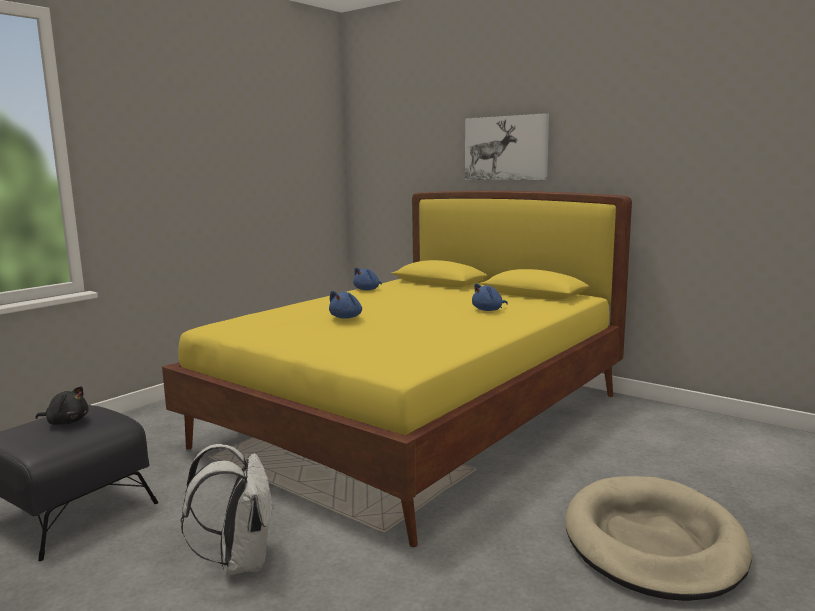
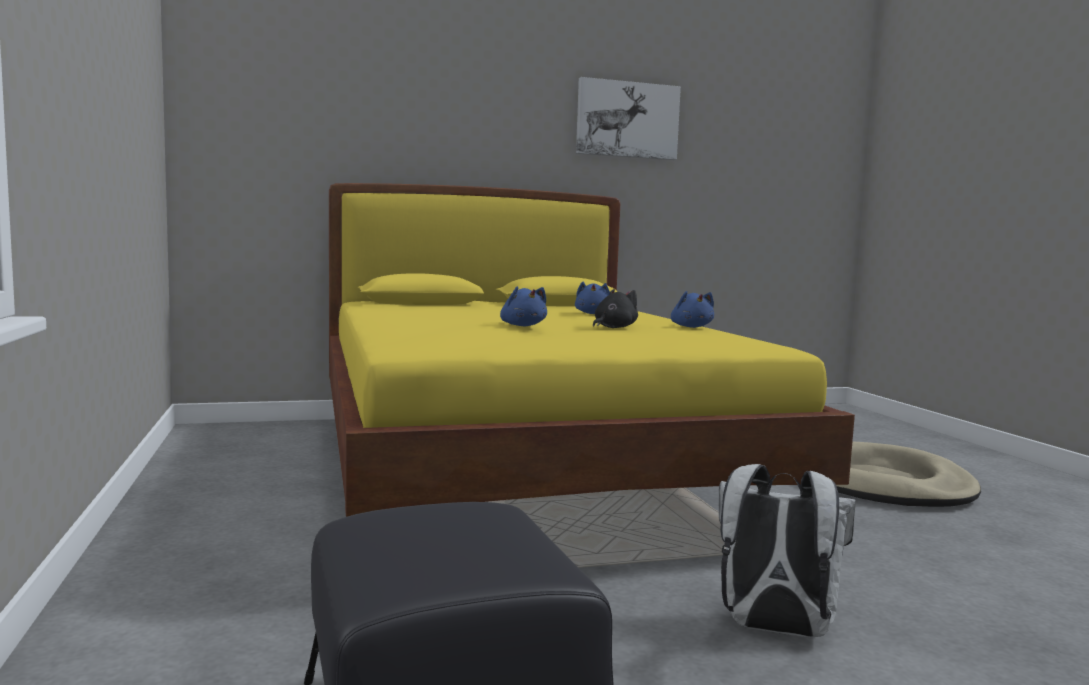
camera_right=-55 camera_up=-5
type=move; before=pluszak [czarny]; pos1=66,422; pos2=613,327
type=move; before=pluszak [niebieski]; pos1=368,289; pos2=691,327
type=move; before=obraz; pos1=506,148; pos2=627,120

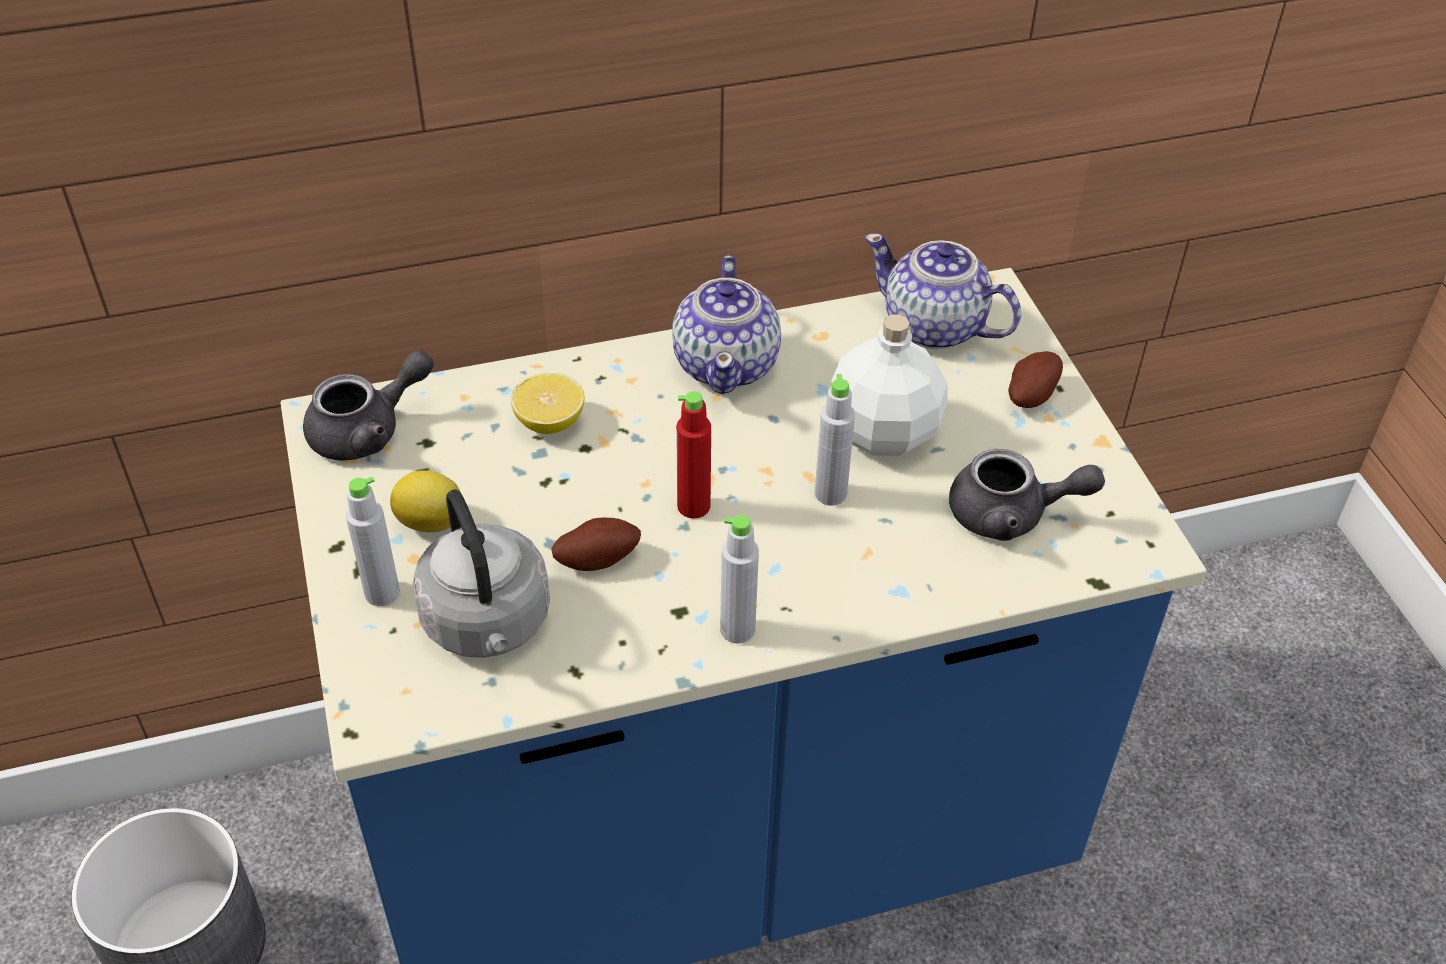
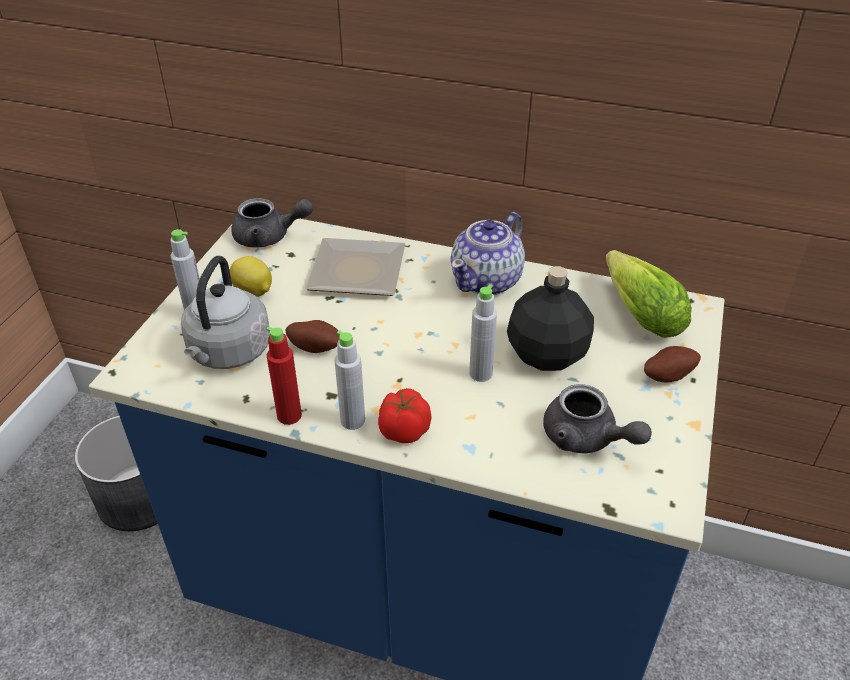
camera_right=35 camera_up=-5
type=replace; before=cytryna; after=talerz; pos1=550,423; pos2=361,270
type=move; before=butelka [czerwony]; pos1=693,506; pos2=289,415
type=recolor; before=butelka [biały]; after=butelka [czarny]; pos1=883,433; pos2=546,355
type=replace; before=imbryk; after=sałata; pos1=934,327; pos2=637,311
type=insert; after=pomidor; pos2=403,431

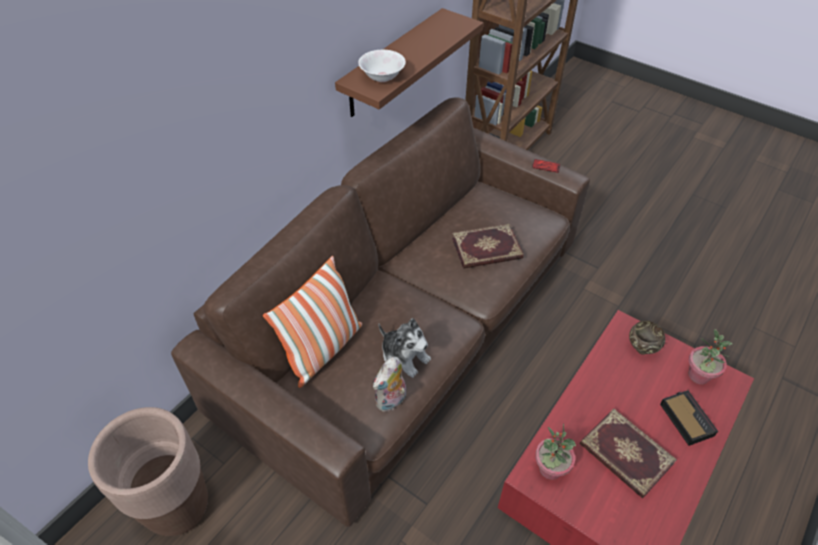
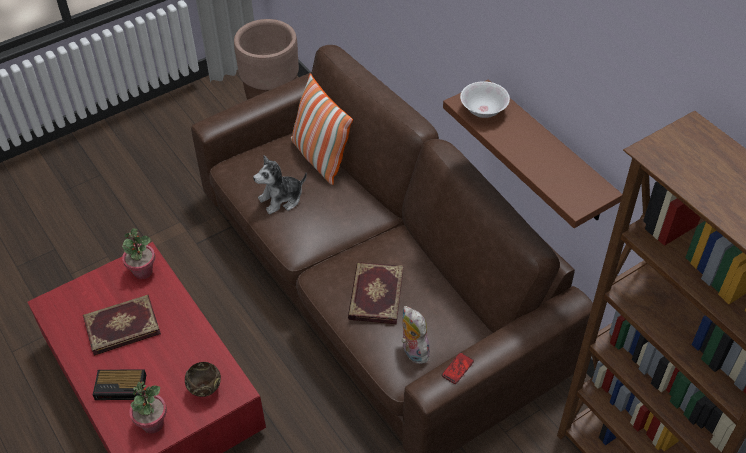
camera_right=110 camera_up=0
type=move; before=pluszak; pos1=391,401; pos2=413,351

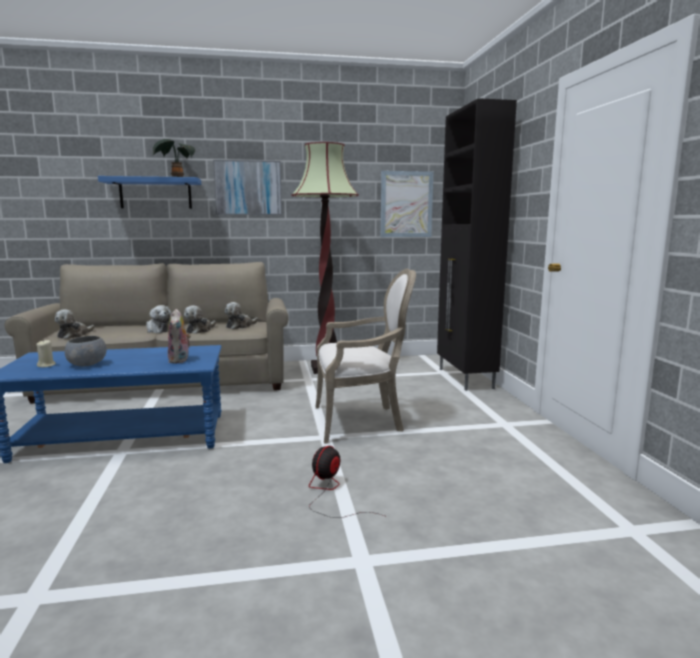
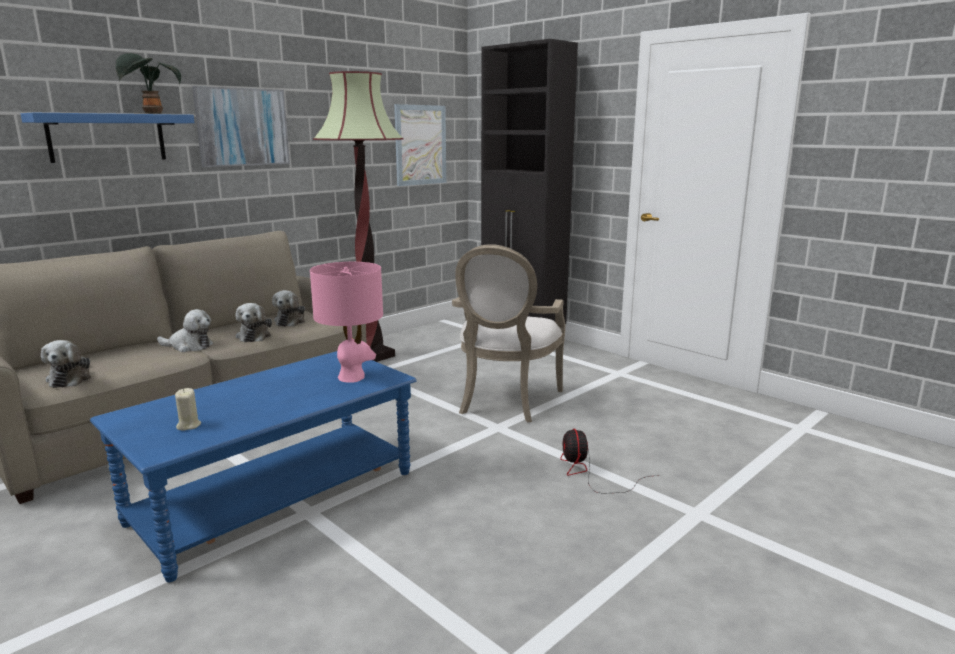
camera_right=-35 camera_up=5
type=delete; before=miska [szary]; pos1=86,364
type=replace; before=pluszak; after=lampa stołowa [różowy]; pos1=180,360; pos2=352,377
type=rotate; before=fotel; pos1=362,421; pos2=503,402; turn=150

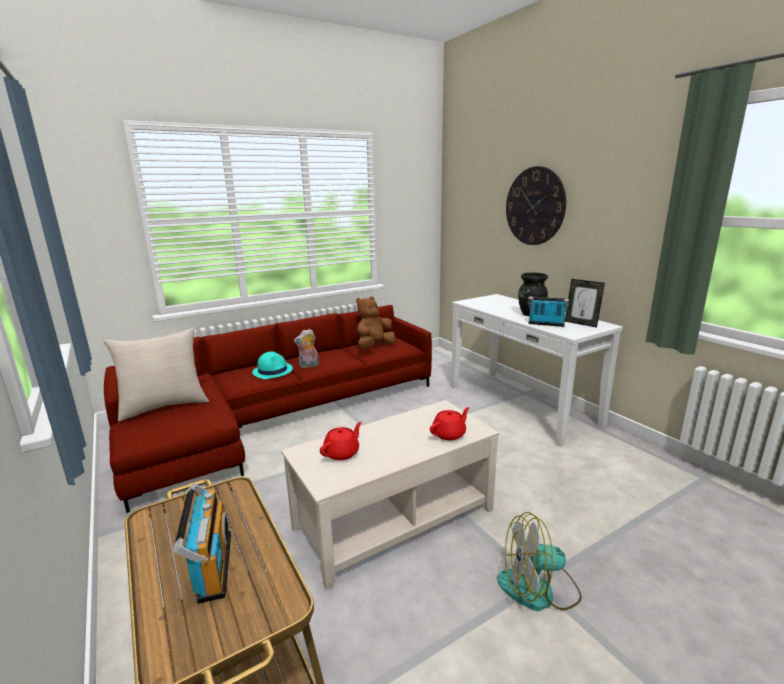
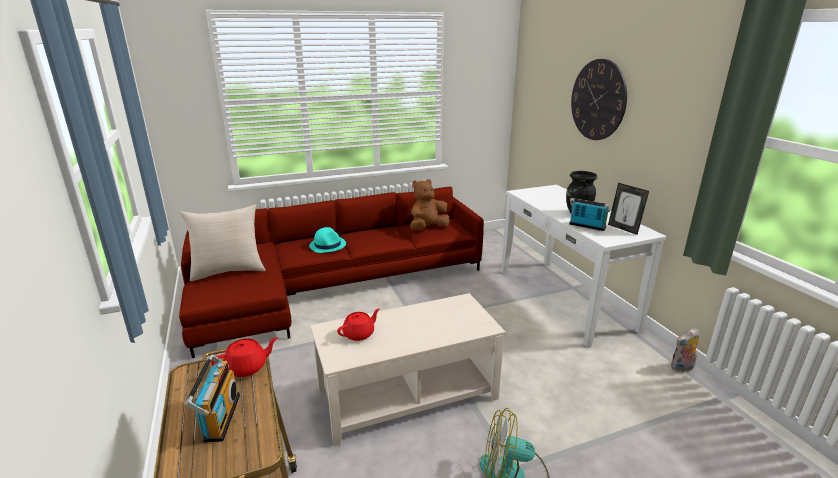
camera_right=10 camera_up=5
type=move; before=pluszak; pos1=308,366; pos2=682,368
type=move; before=imbryk [czerwony]; pos1=449,434; pos2=247,367

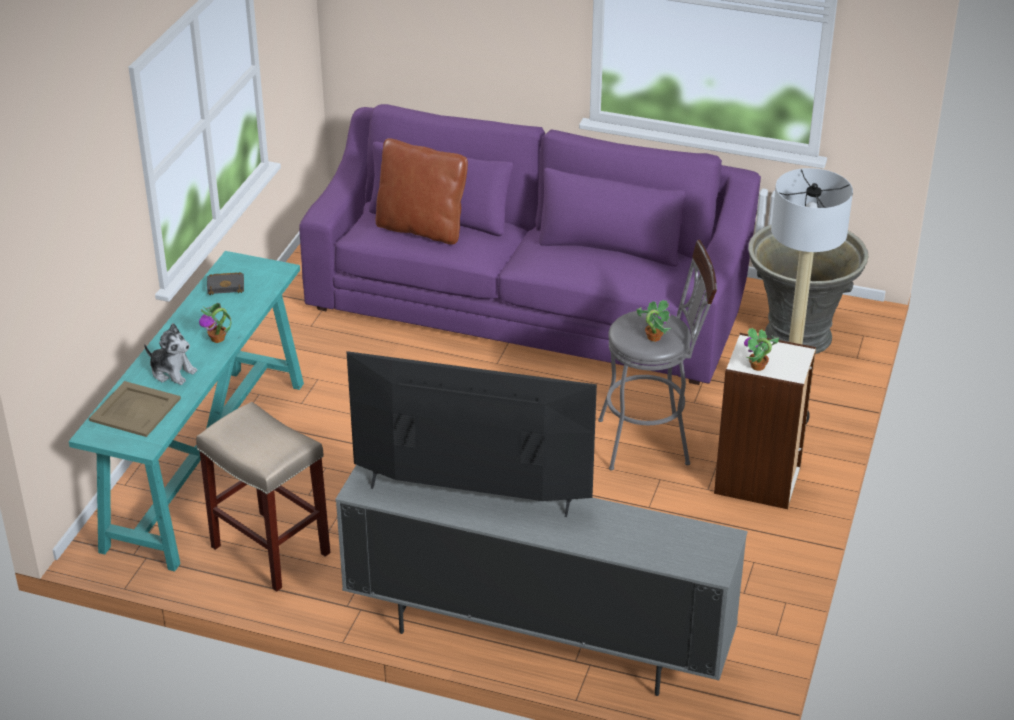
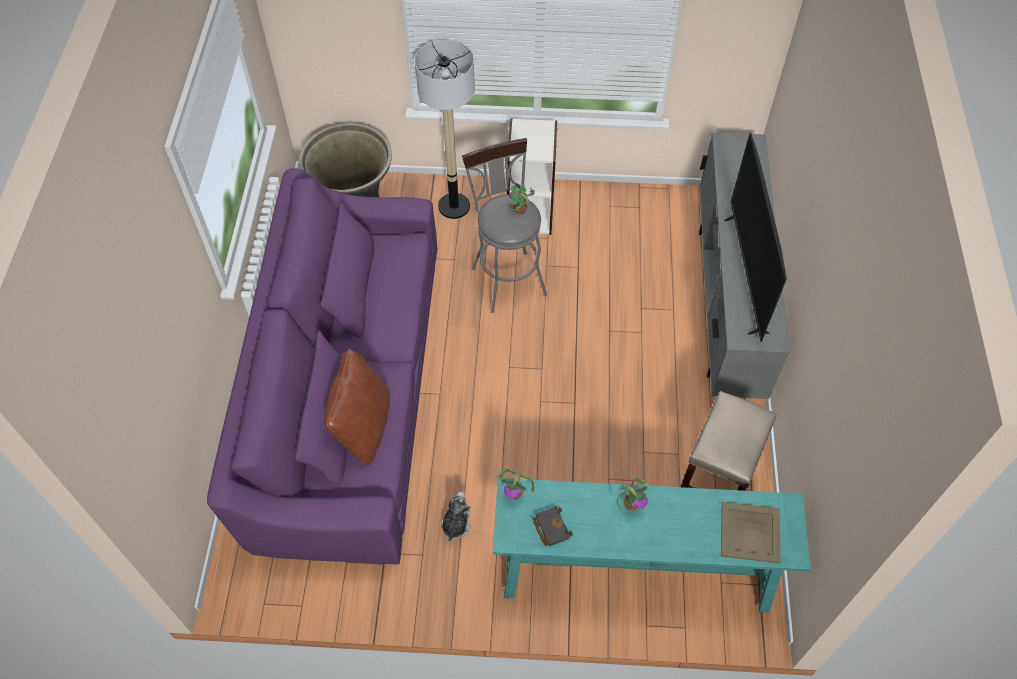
camera_right=-105 camera_up=20
type=move; before=pluszak; pos1=172,372; pos2=455,524
type=move; before=roślina doniczkowa; pos1=757,367; pos2=515,493

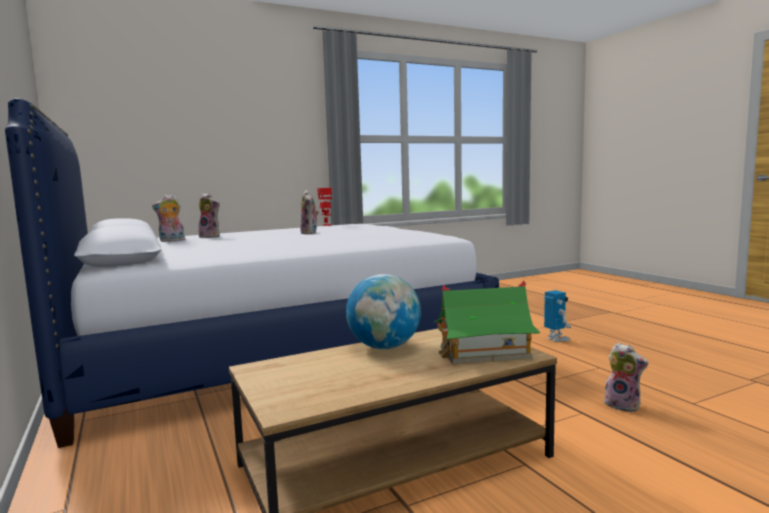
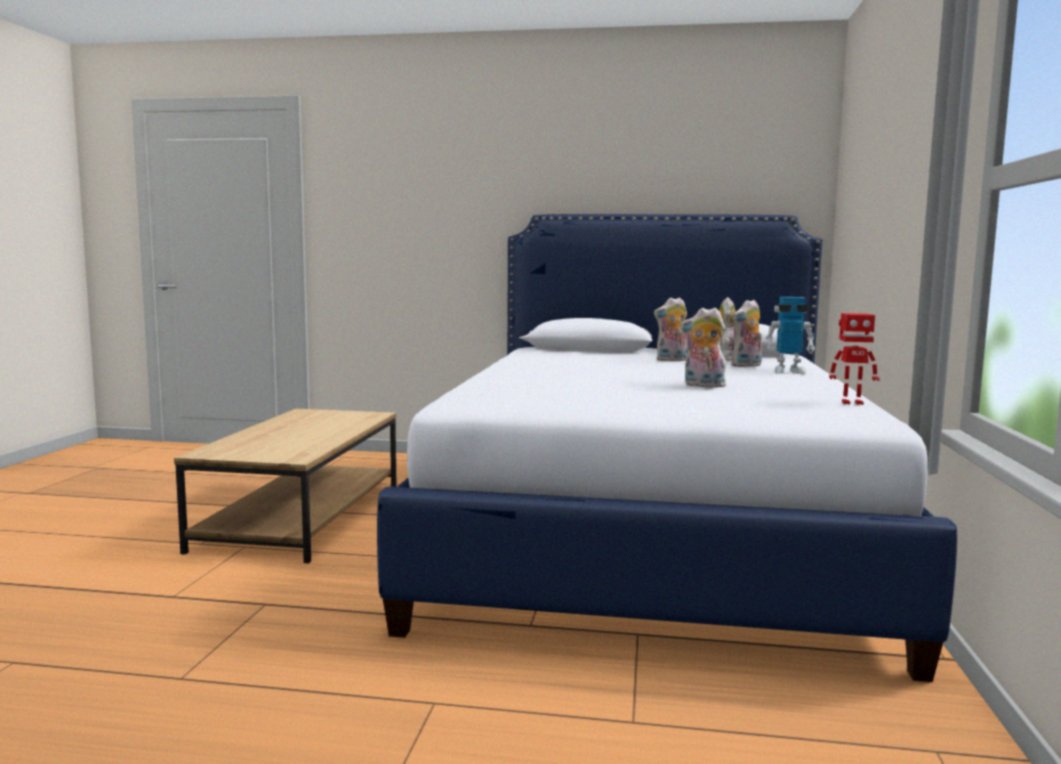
camera_right=125 camera_up=0
type=delete; before=globus; pos1=384,347
type=delete; before=domek; pos1=483,352
type=move; before=robot zabawkowy; pos1=556,339; pos2=788,371
type=move; before=pluszak; pos1=623,405; pos2=671,360

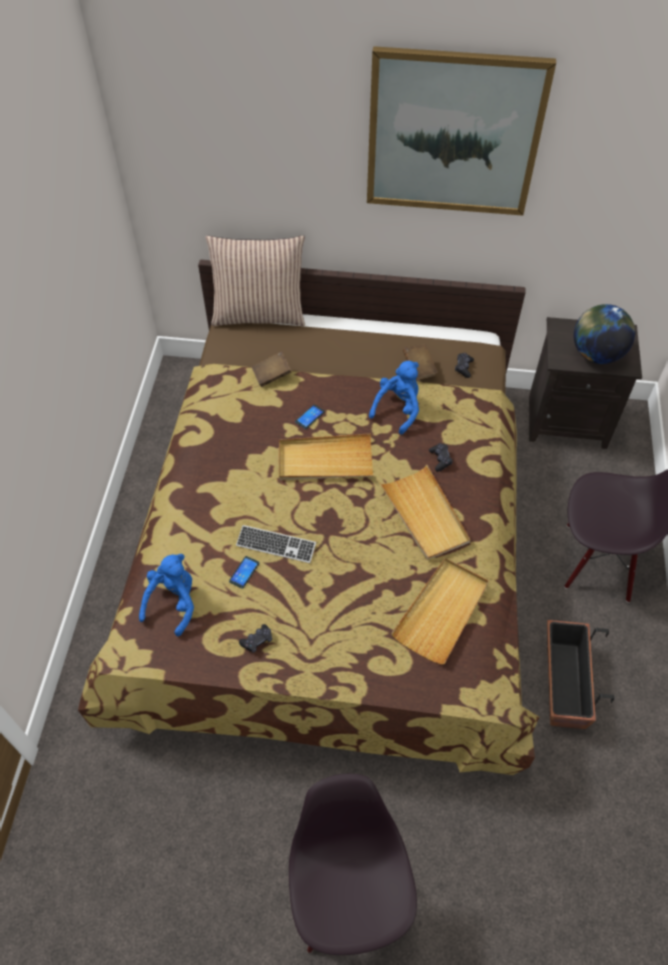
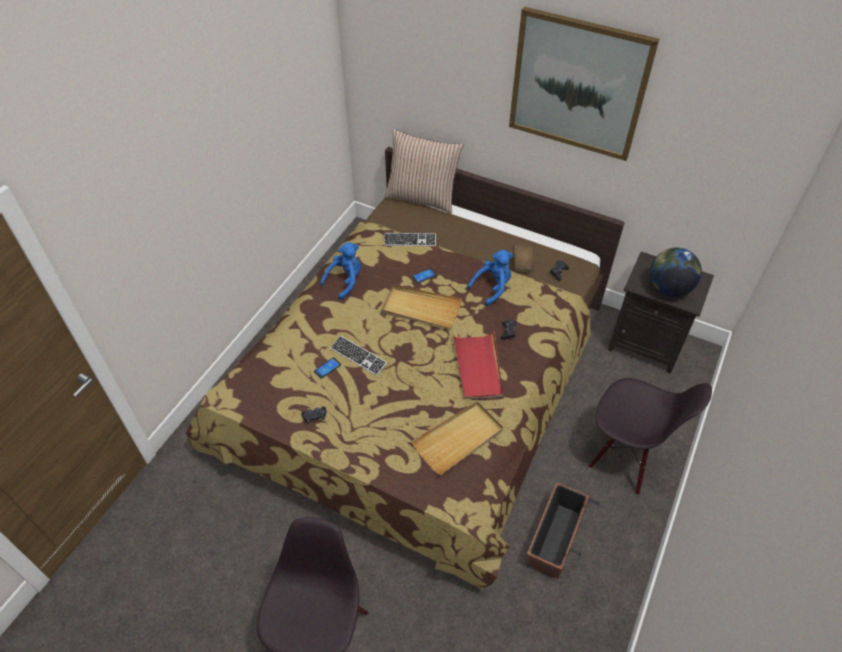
camera_right=20 camera_up=-5
type=move; before=pluszak [niebieski]; pos1=173,602; pos2=345,281
type=replace; before=książka [brązowy]; after=klawiatura; pos1=271,375; pos2=410,240
type=recolor; before=taca [beżowy]; after=taca [czerwony]; pos1=425,515; pos2=478,367

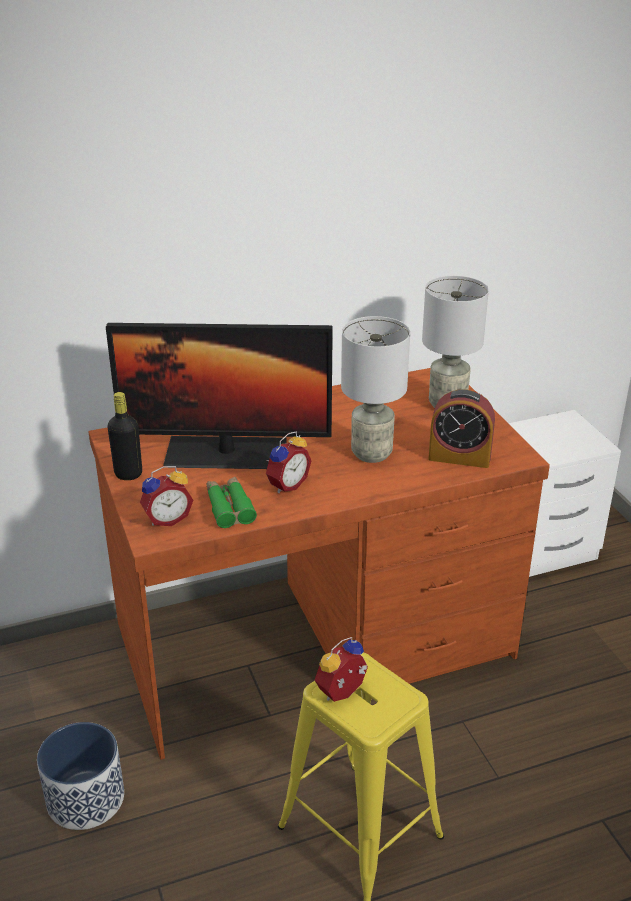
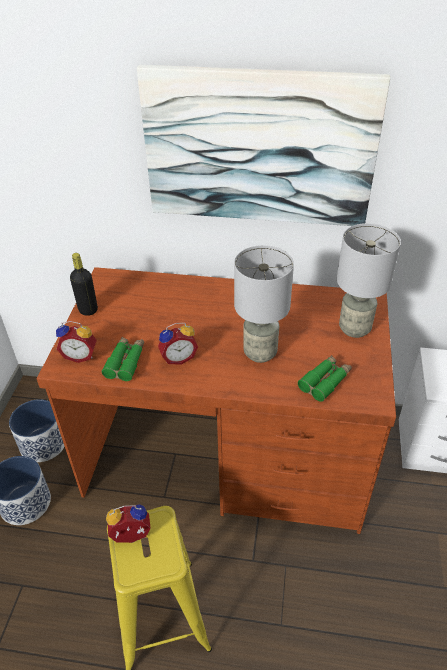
camera_right=30 camera_up=10
type=delete; before=monitor; pos1=226,453
type=replace; before=budzik; after=lornetka [zielony]; pos1=459,457; pos2=325,381
type=insert; after=donica; pos2=43,444
type=insert; after=obraz; pos2=259,148

